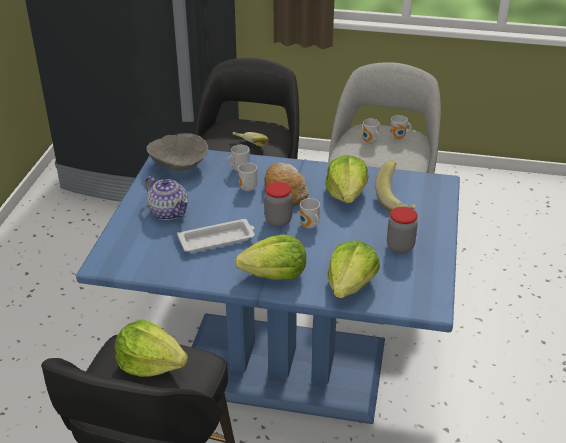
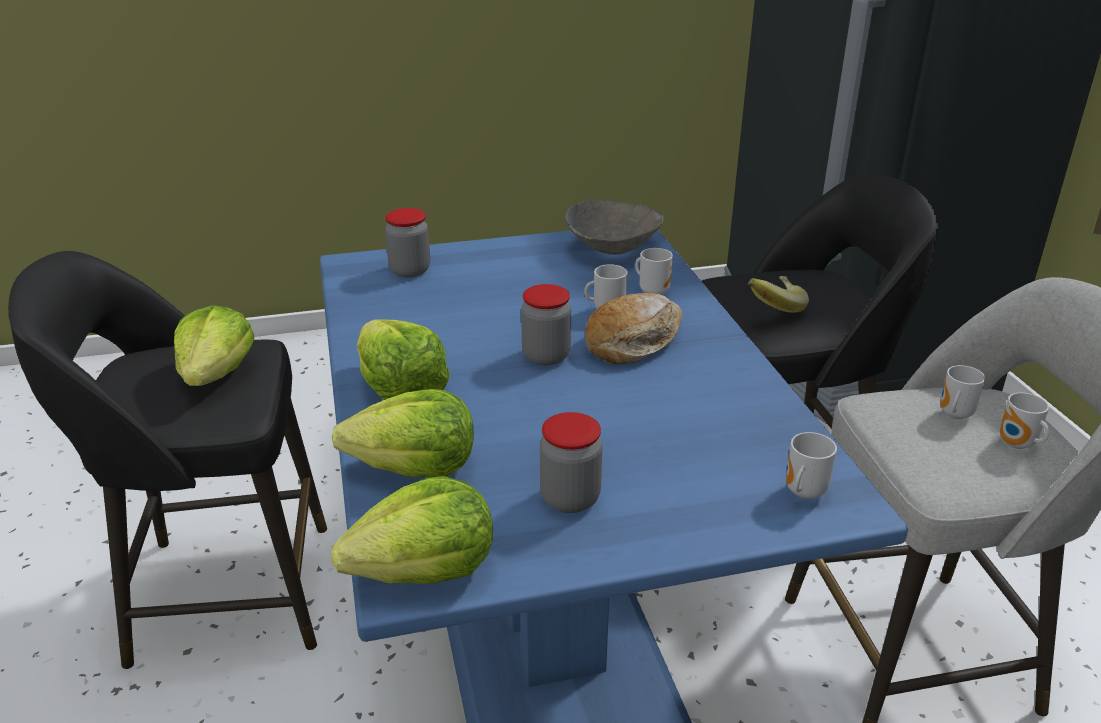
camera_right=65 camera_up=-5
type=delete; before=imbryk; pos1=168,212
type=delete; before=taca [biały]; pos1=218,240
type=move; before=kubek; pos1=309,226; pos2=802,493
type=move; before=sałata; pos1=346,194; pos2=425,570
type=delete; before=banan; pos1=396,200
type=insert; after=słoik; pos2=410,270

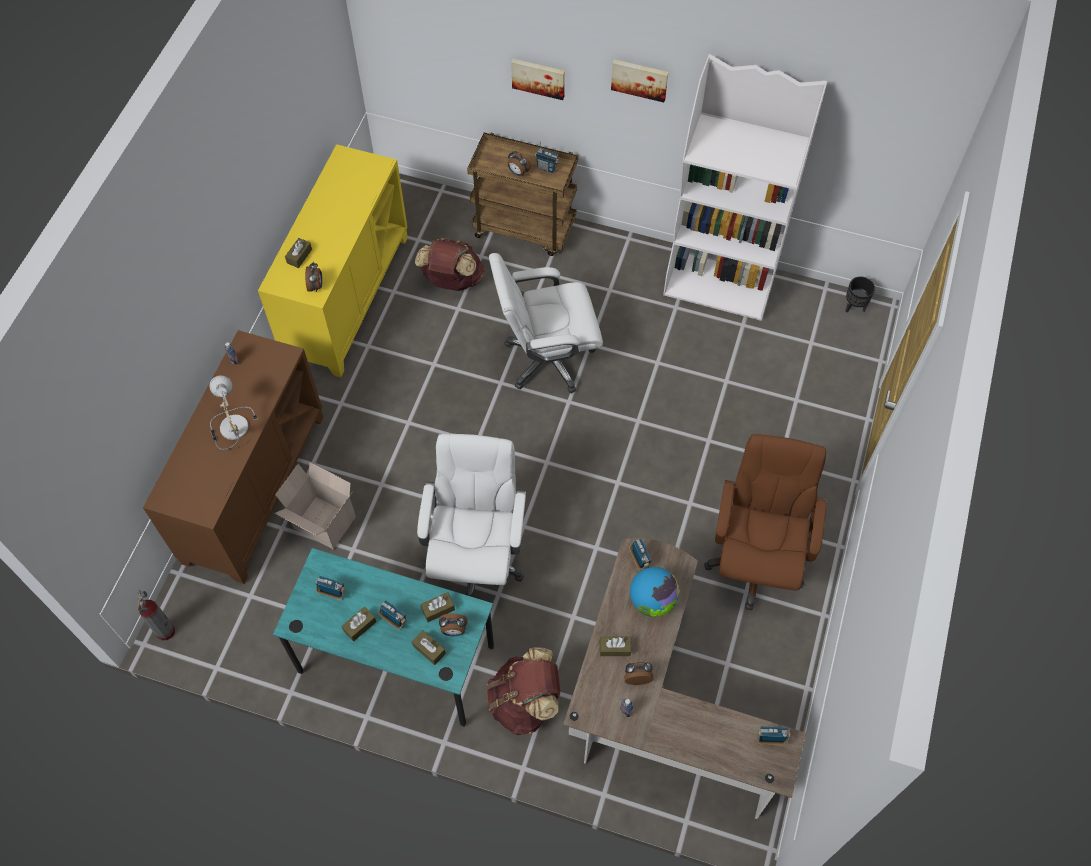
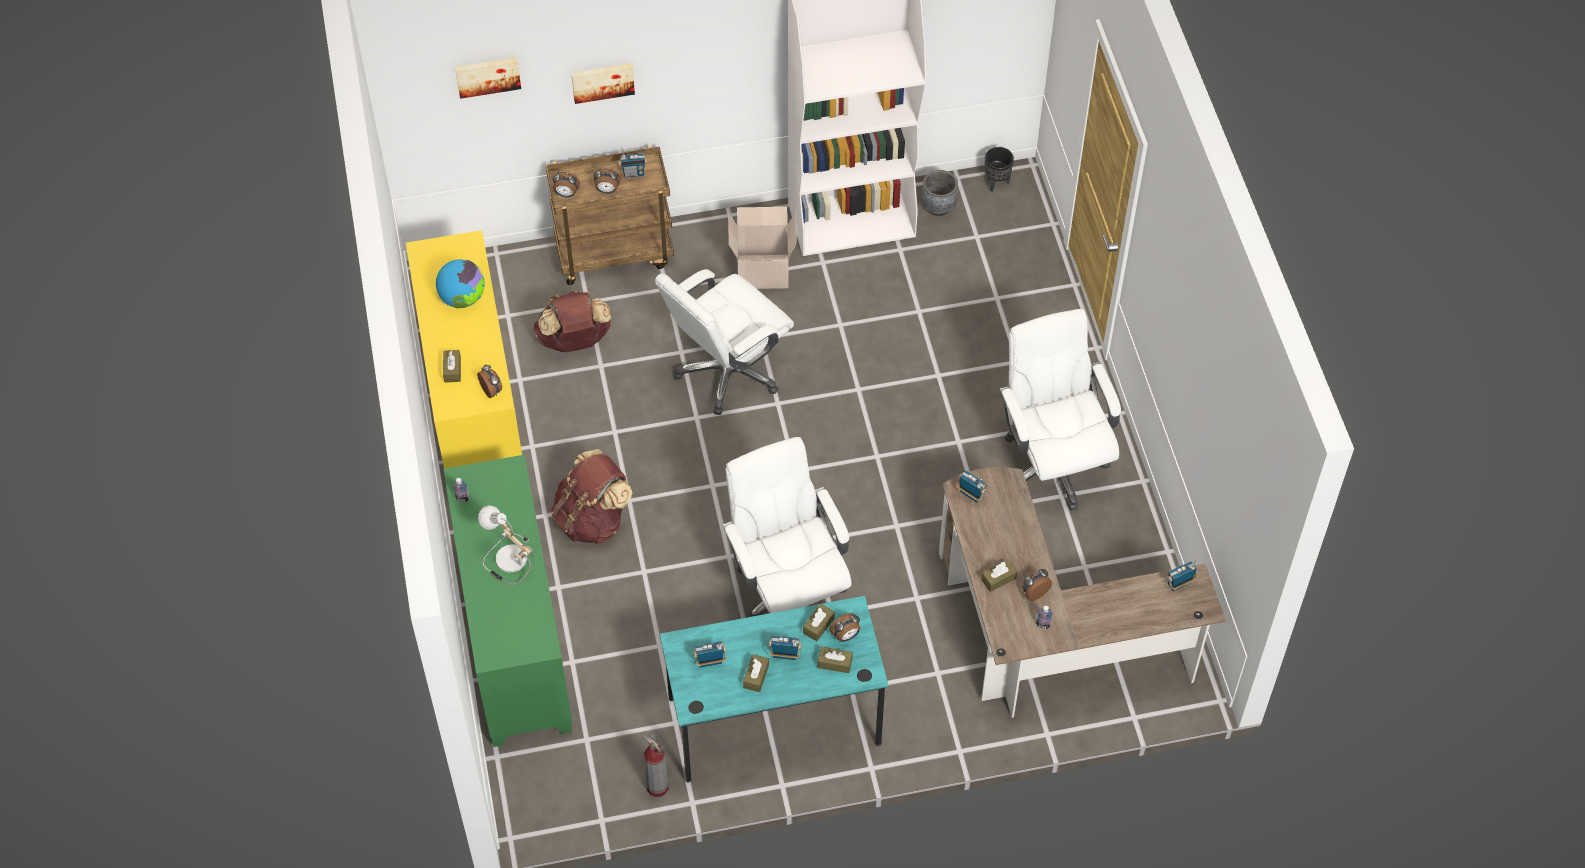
camera_right=-30 camera_up=-5
type=move; before=gaśnica; pos1=165,631; pos2=657,787
type=recolor; before=szafka [brązowy]; after=szafka [zielony]; pos1=254,488; pos2=514,639
type=move; before=karton; pos1=323,524; pos2=762,273
type=move; before=plecak [brązowy]; pos1=525,702; pos2=592,519
type=move; before=obraz; pos1=640,79; pos2=487,75
type=move; before=globus; pos1=652,601; pos2=463,299
type=recolor; before=krzesło biurowe [brązowy]; after=krzesło biurowe [biały]; pos1=755,561; pos2=1052,464
type=insert; after=budzik; pos2=566,194
type=insert; after=donica [szary]; pos2=938,206

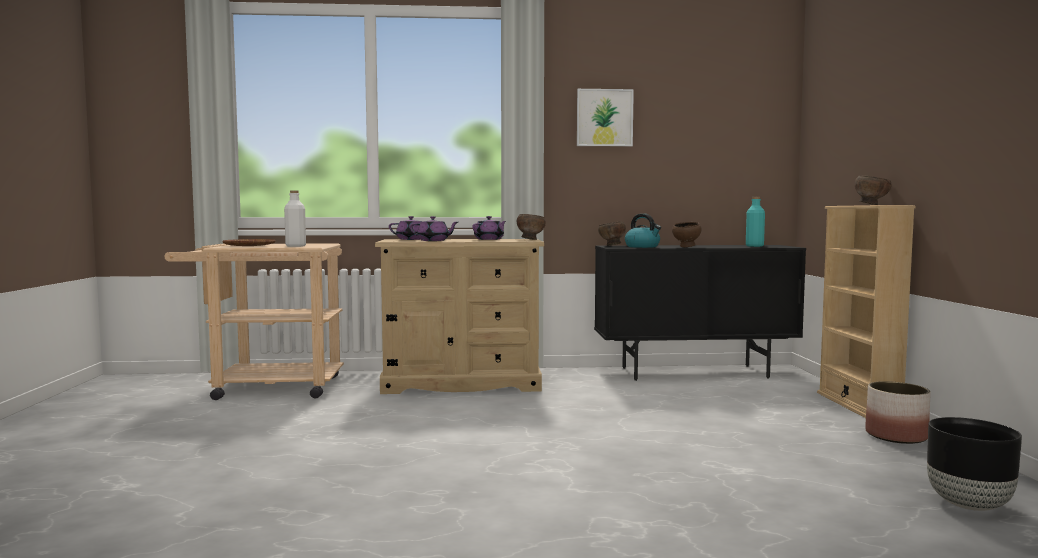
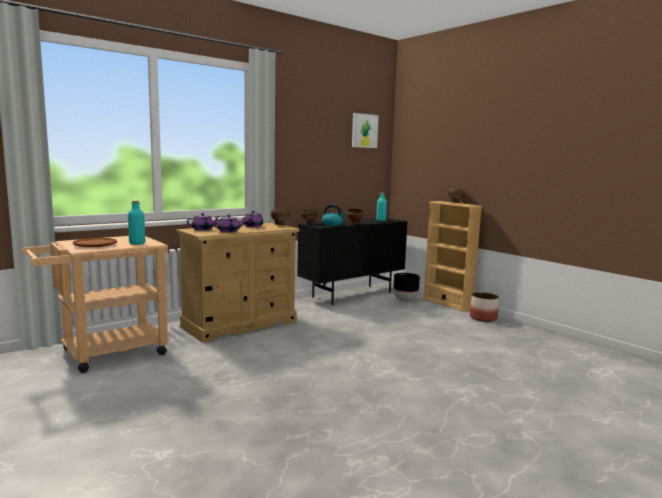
camera_right=-35 camera_up=5
type=recolor; before=butelka [biały]; after=butelka [turkusowy]; pos1=295,246; pos2=137,243
type=move; before=obraz; pos1=604,118; pos2=364,131
type=move; before=donica [czarny]; pos1=968,505; pos2=405,300

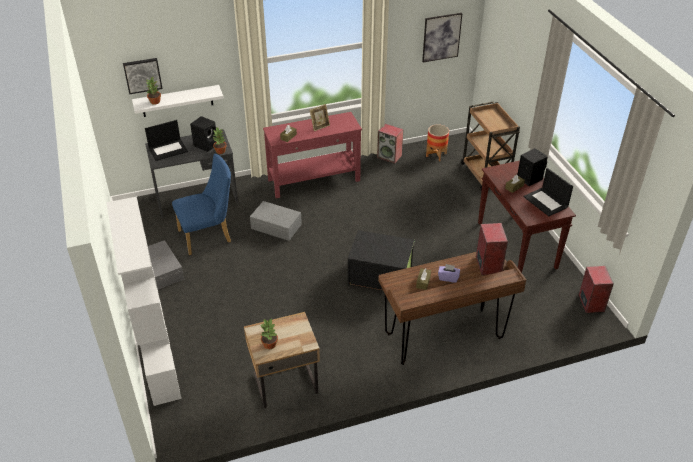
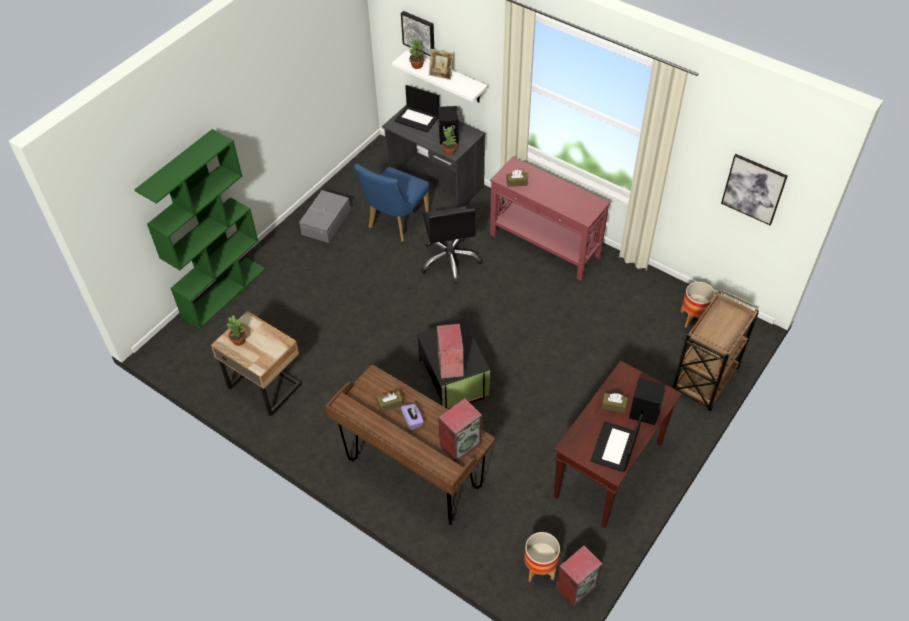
camera_right=55 camera_up=10
type=recolor; before=regał [biały]; after=regał [zielony]; pos1=159,364; pos2=223,292
type=rotate; before=krzesło [niebieski]; pos1=209,236; pos2=395,223; turn=90
type=replace; before=pojemnik do przechowywania [szary]; after=krzesło biurowe [czarny]; pos1=276,227; pos2=450,260
type=move; before=ramka na zdjęcie; pos1=320,126; pos2=441,75
type=move; before=głośnik; pos1=390,156; pos2=451,365
type=insert; after=donica; pos2=540,569

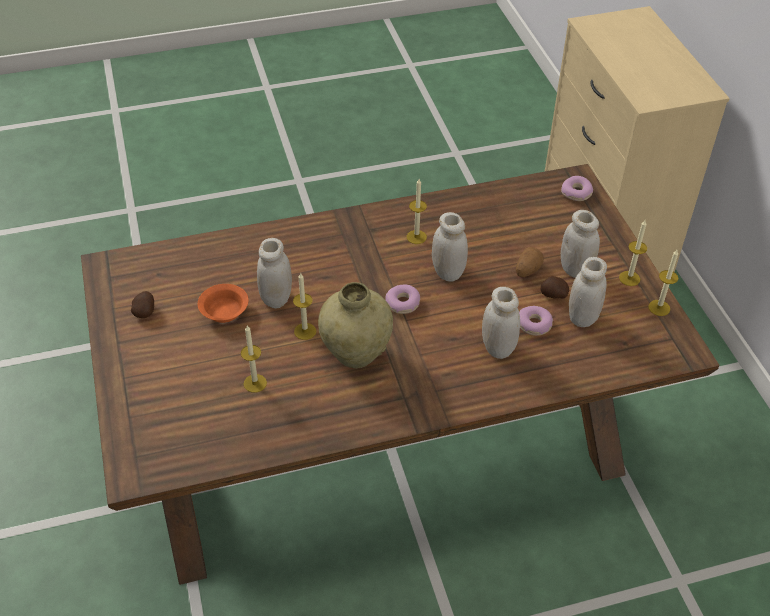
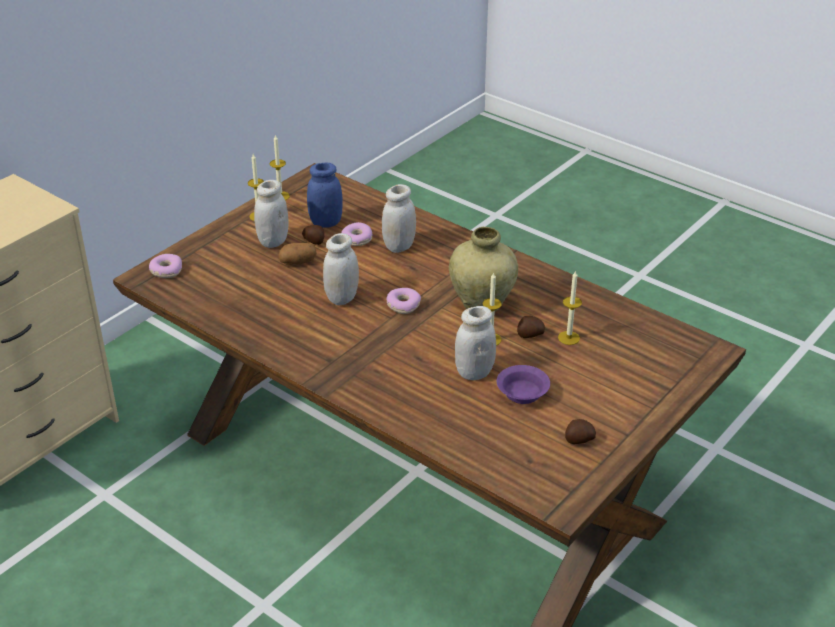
camera_right=-125 camera_up=-10
type=recolor; before=miska [pomarańczowy]; after=miska [fioletowy]; pos1=225,311; pos2=522,393
type=delete; before=świeca; pos1=416,237
type=recolor; before=słoik [biały]; after=słoik [niebieski]; pos1=582,317; pos2=326,222
type=insert; after=ziemniak; pos2=529,335

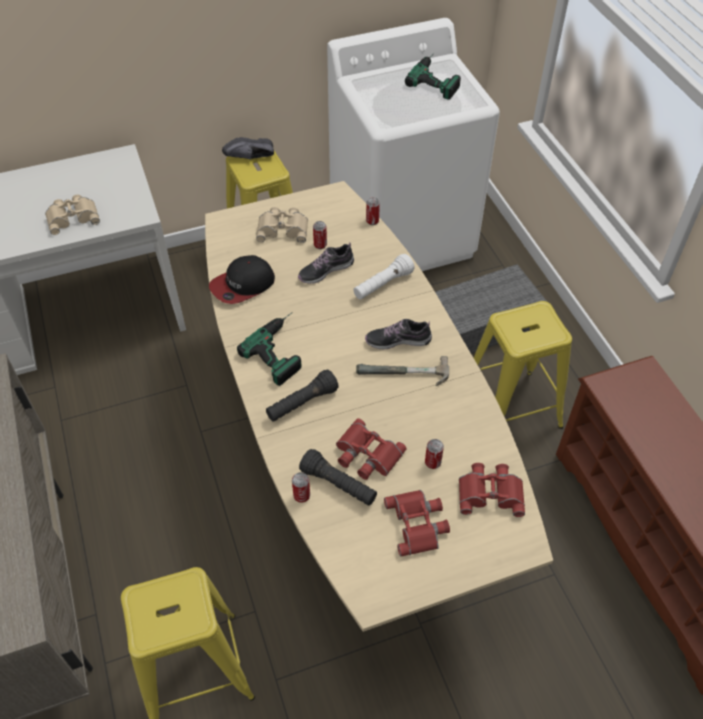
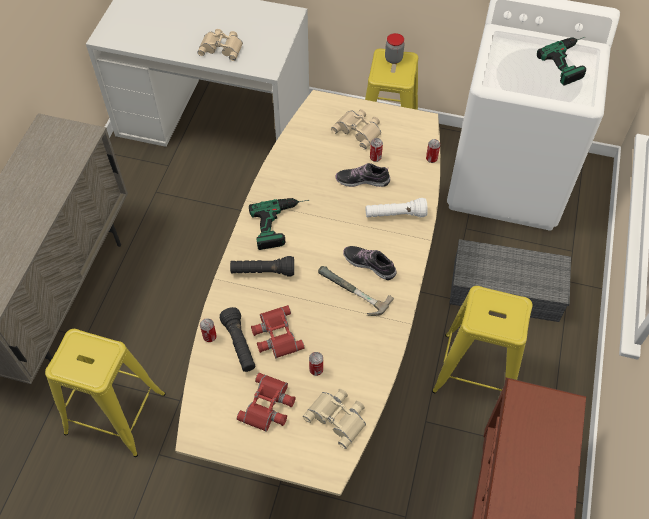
camera_right=35 camera_up=5
type=delete; before=czapka z daszkiem; pos1=242,285
type=replace; before=but [czarny]; after=słoik; pos1=251,158; pos2=393,59
type=recolor; before=lornetka [czerwony]; after=lornetka [beżowy]; pos1=490,492; pos2=338,417

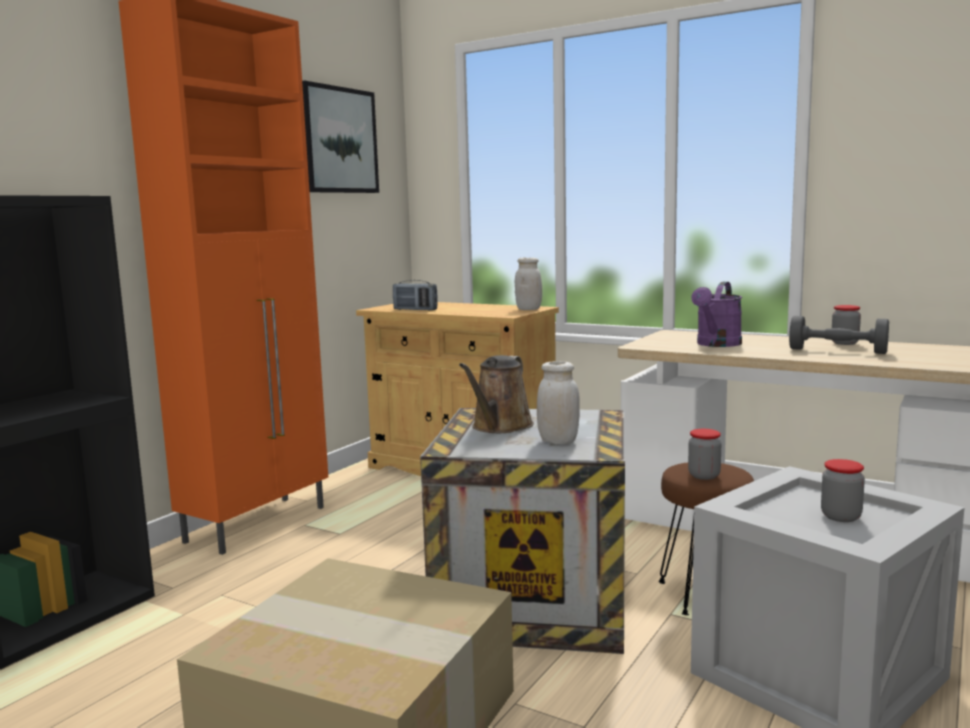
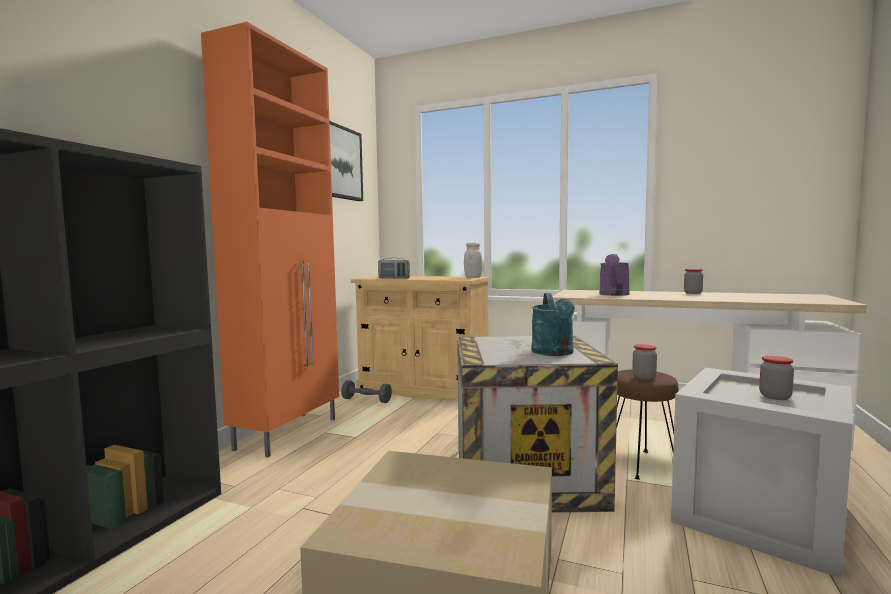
camera_right=-10 camera_up=-5
type=delete; before=konewka [brązowy]; pos1=500,427
type=replace; before=słoik [biały]; after=konewka [turkusowy]; pos1=558,441; pos2=554,353
type=move; before=hantel [szary]; pos1=837,351; pos2=366,400

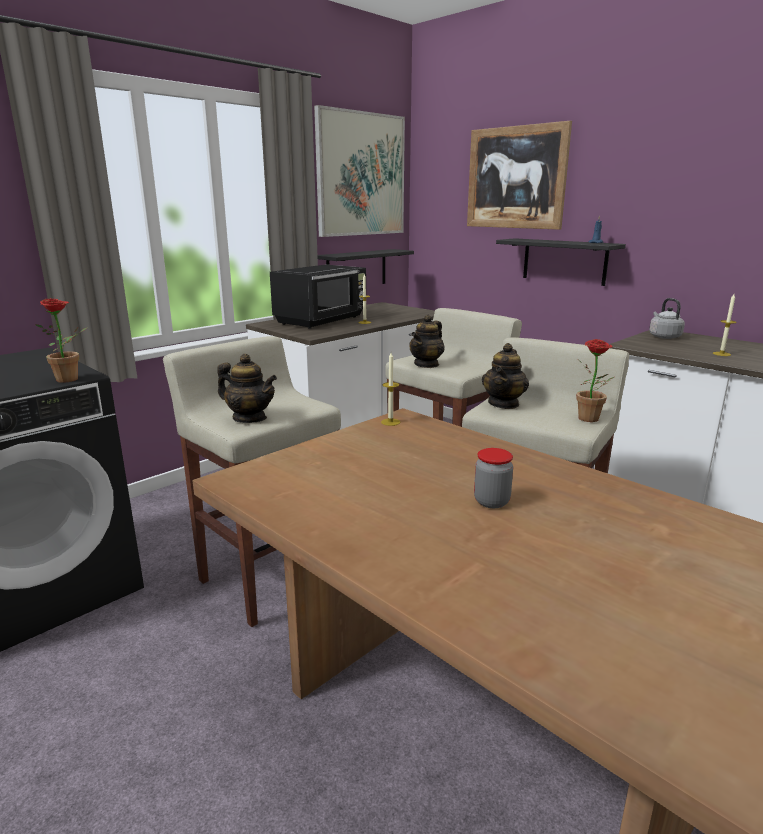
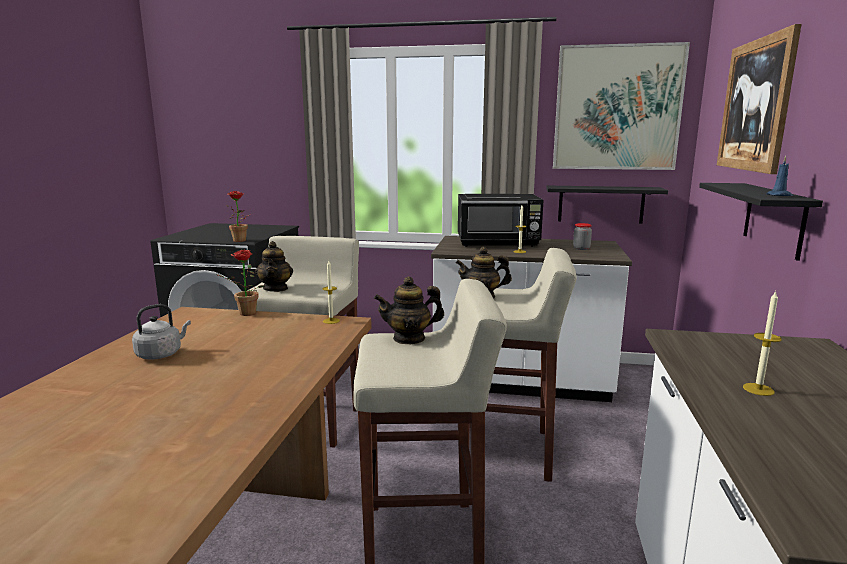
camera_right=55 camera_up=-5
type=move; before=słoik; pos1=491,502; pos2=581,248
type=move; before=roślina doniczkowa; pos1=590,420; pos2=244,314
type=move; before=czajnik [szary]; pos1=663,336; pos2=161,354

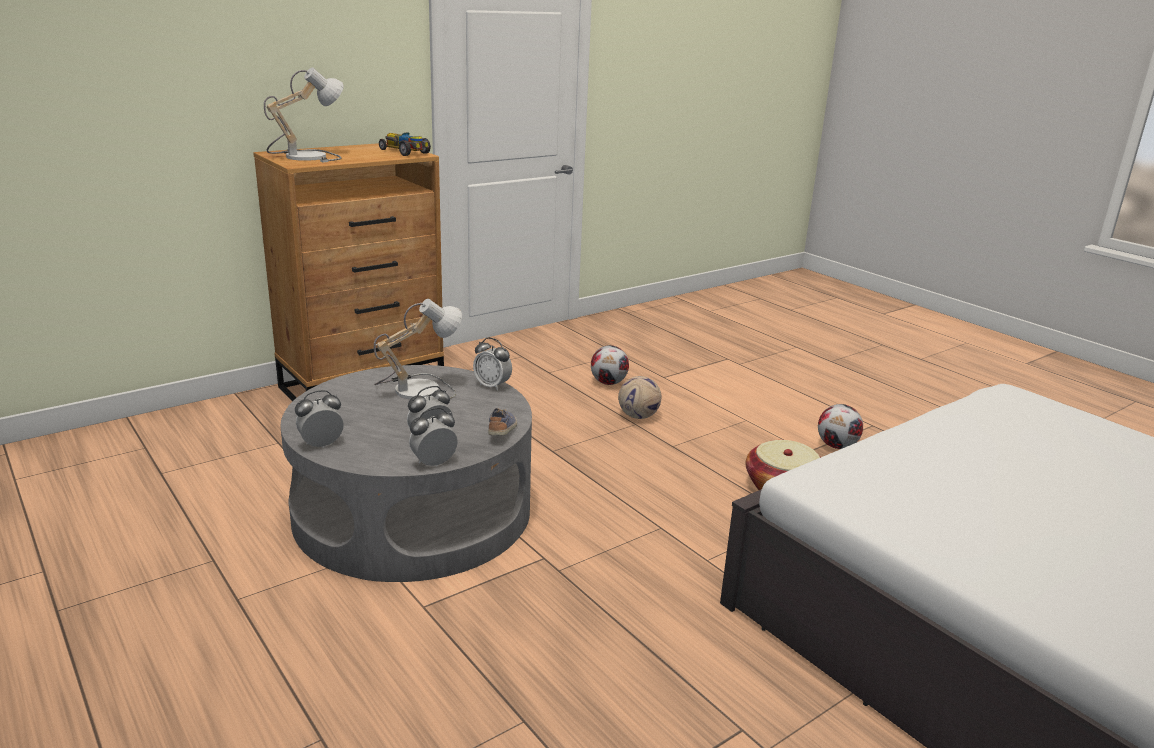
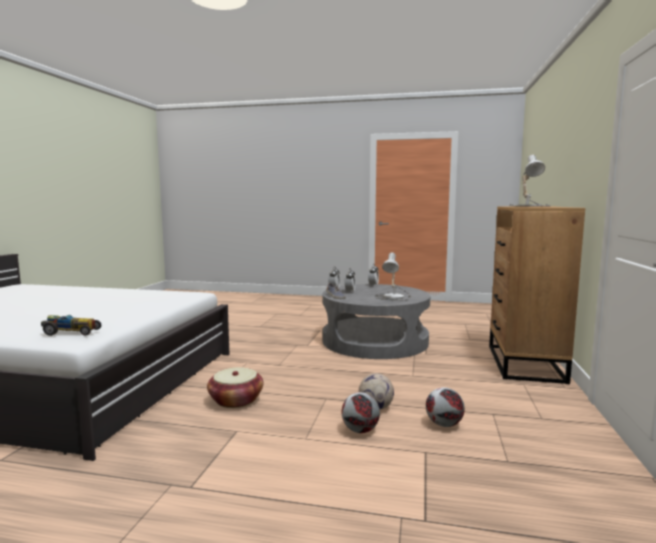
camera_right=140 camera_up=-15
type=move; before=samochodzik; pos1=406,152; pos2=70,332
type=delete; before=budzik; pos1=492,386
type=move; before=piłka futbolowa; pos1=837,446; pos2=359,430

